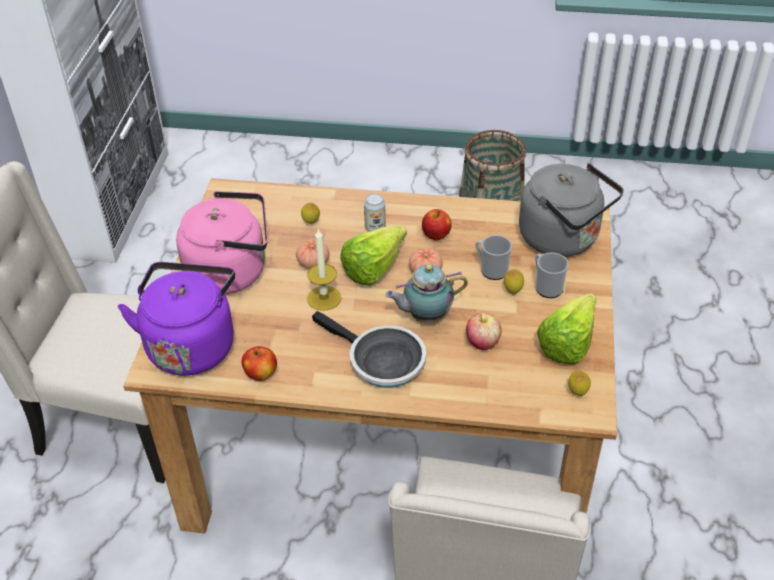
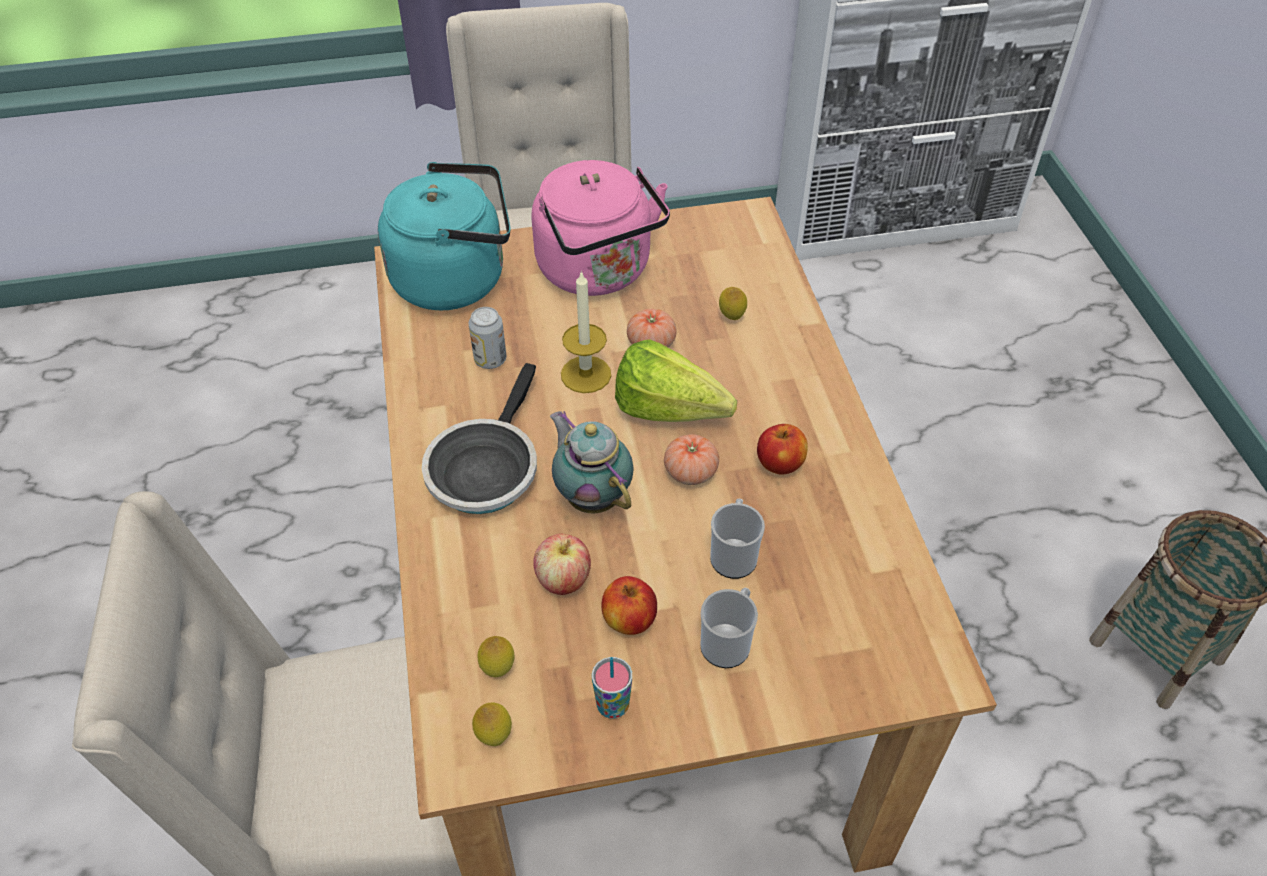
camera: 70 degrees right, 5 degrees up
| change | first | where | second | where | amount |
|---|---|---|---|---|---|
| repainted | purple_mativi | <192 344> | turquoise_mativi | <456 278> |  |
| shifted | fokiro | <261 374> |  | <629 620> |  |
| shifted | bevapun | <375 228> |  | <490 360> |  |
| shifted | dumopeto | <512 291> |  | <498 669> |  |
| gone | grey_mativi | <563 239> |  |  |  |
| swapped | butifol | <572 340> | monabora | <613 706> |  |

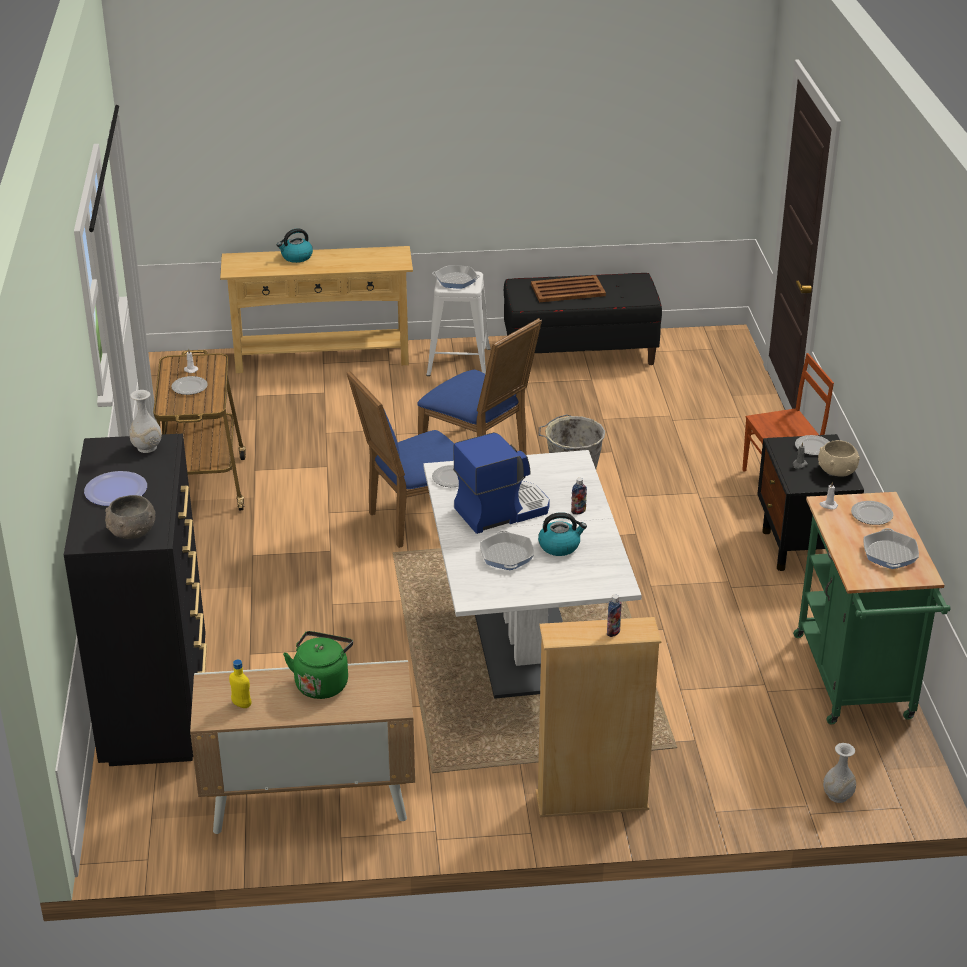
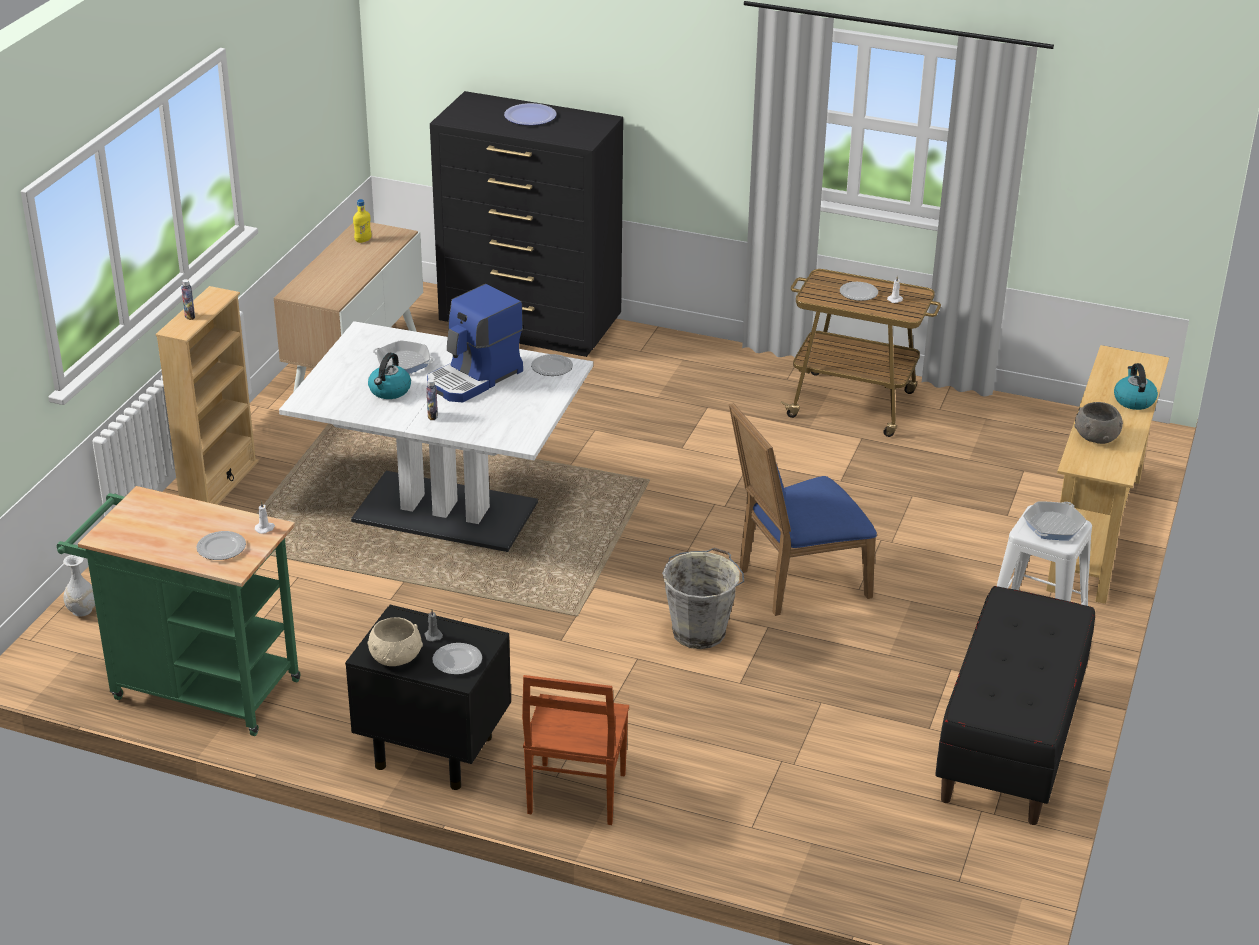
camera: 115 degrees right, 0 degrees up
| change | first | where | second | where | amount |
|---|---|---|---|---|---|
| shifted | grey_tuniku | <131 532> |  | <1096 437> |  |
| gone | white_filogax | <146 447> |  |  |  |
| gone | green_mativi | <322 683> |  |  |  |
| gone | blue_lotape | <416 520> |  |  |  |
| rotated | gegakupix | <501 510> |  | <475 378> | 45 degrees clockwise |
| gone | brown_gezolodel | <568 290> |  |  |  |
| gone | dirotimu | <889 554> |  |  |  |

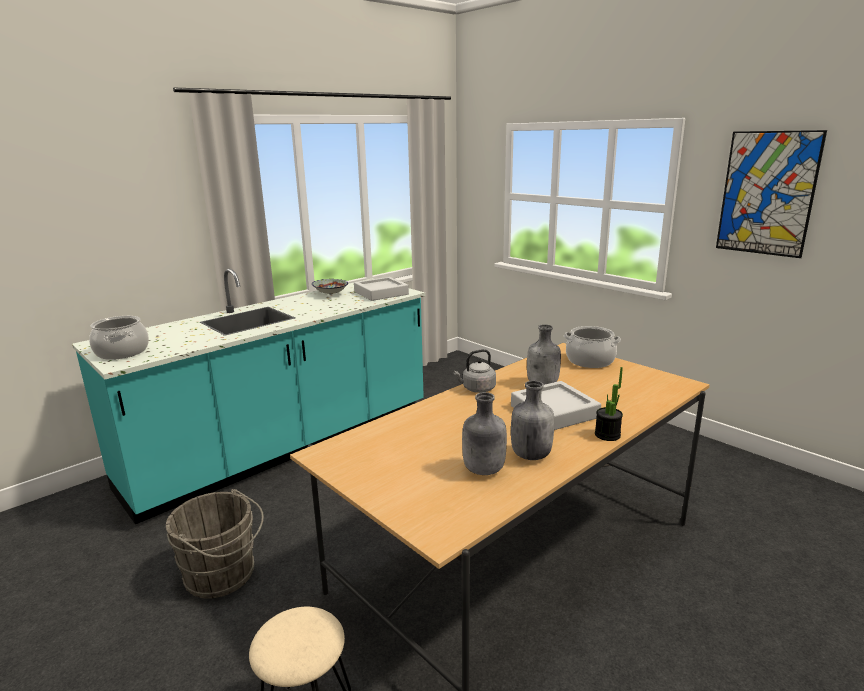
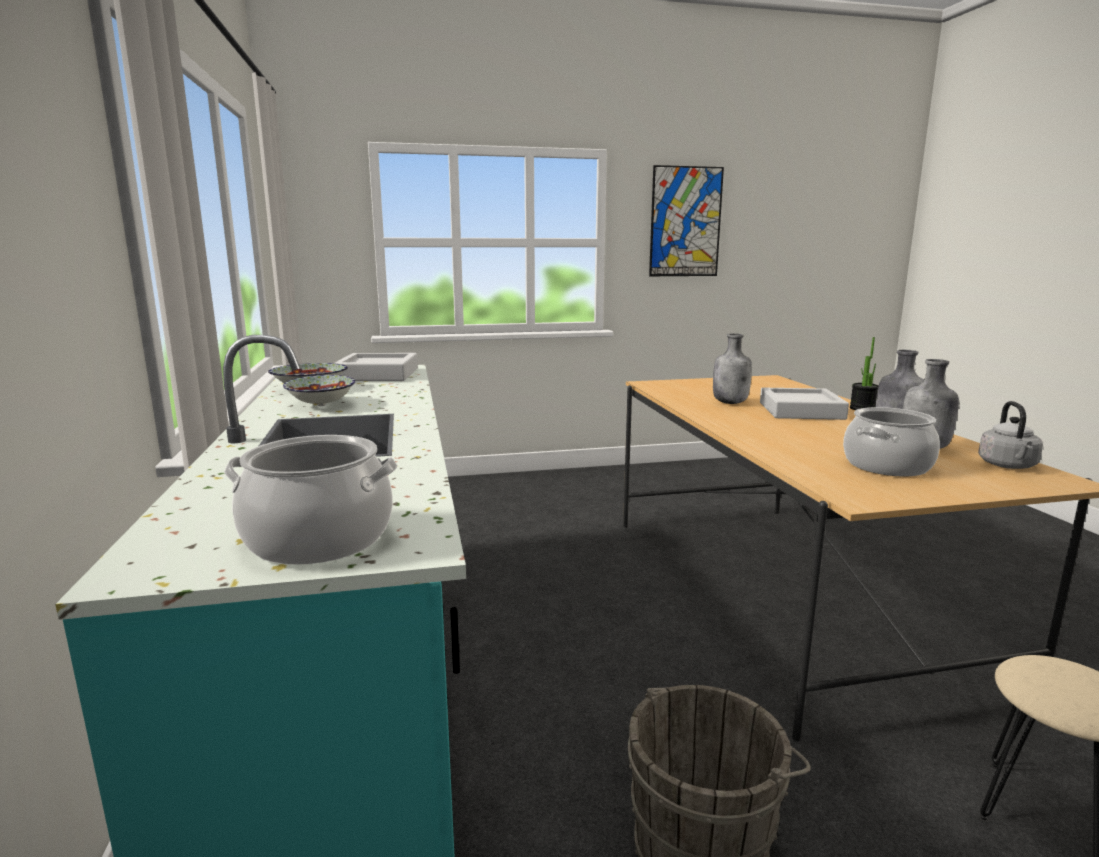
camera: 60 degrees left, 5 degrees down
| change | first | where | second | where | amount |
|---|---|---|---|---|---|
| shifted | grey_mativi | <477 389> |  | <1008 466> |  |
| shifted | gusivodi | <590 360> |  | <886 465> |  |
| new |  |  | tuniku | <322 405> |  |

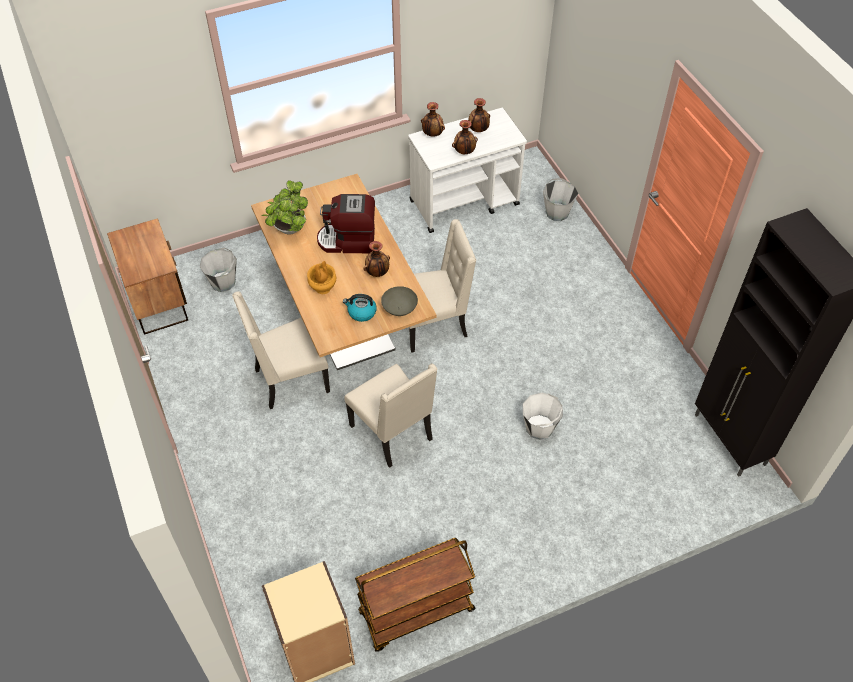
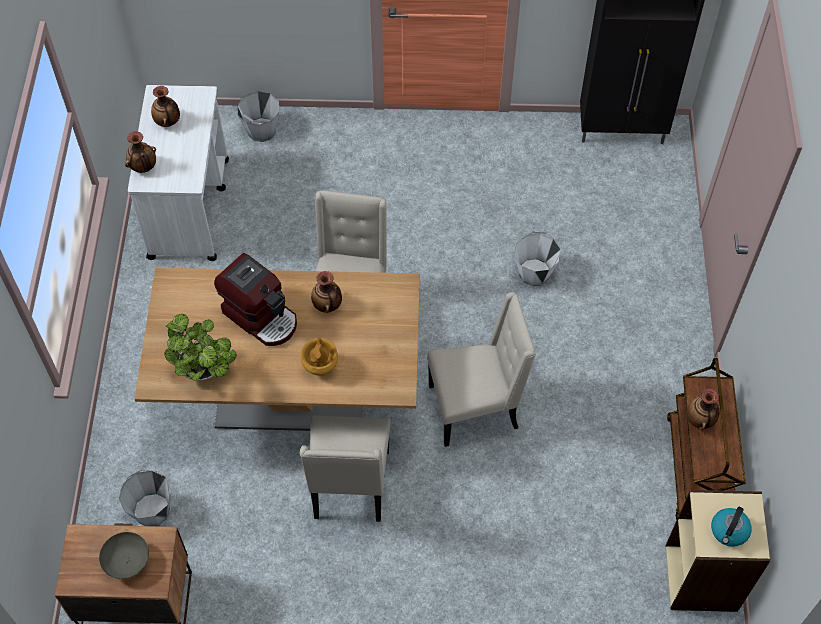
camera: 65 degrees left, 5 degrees up
| change | first | where | second | where | amount |
|---|---|---|---|---|---|
| rotated | gegakupix | <348 241> |  | <261 316> | 75 degrees counterclockwise |
| shifted | mativi | <361 312> |  | <729 531> |  |
| shifted | grey_tuniku | <400 309> |  | <127 561> |  |
| shifted | filogax | <464 152> |  | <700 420> |  |

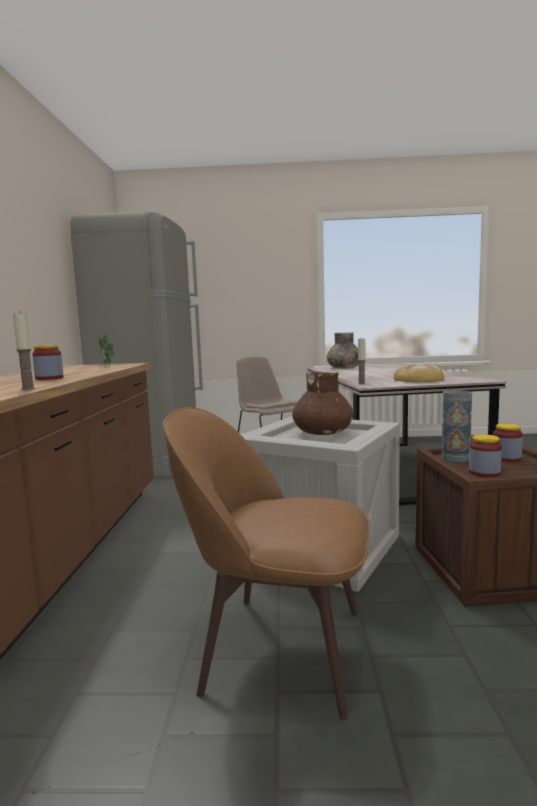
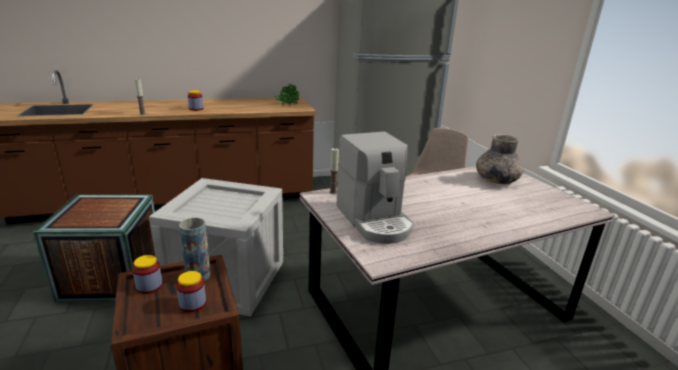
camera: 70 degrees right, 15 degrees up
| change | first | where | second | where | amount |
|---|---|---|---|---|---|
| swapped | brown_lotape | <277 648> | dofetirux | <112 276> |  |
| gone | brown_filogax | <323 433> |  |  |  |
| swapped | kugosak | <419 380> | gegakupix | <374 220> |  |

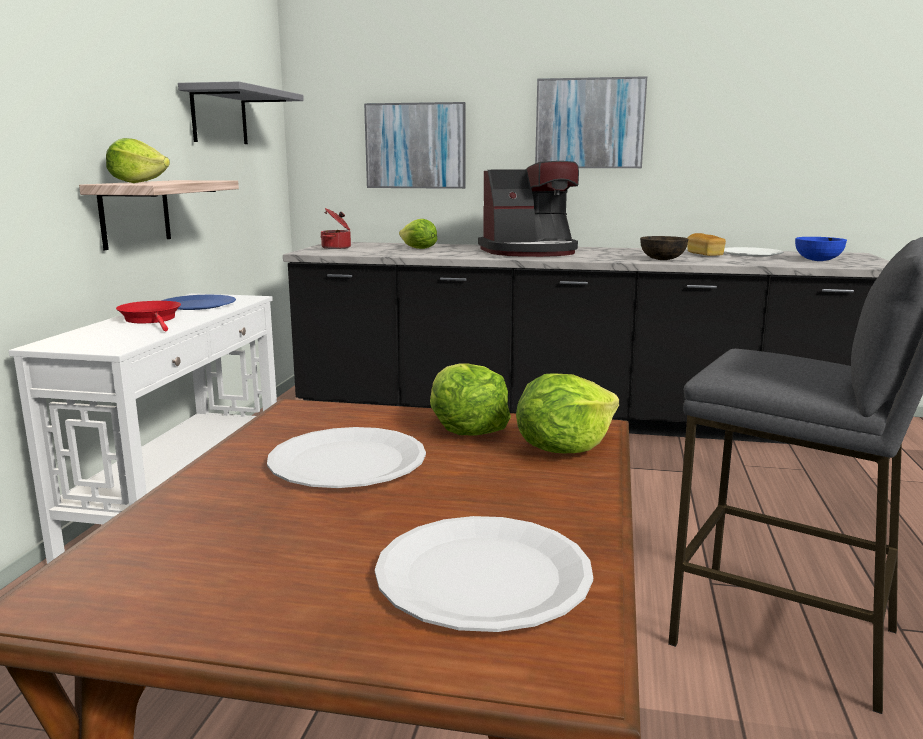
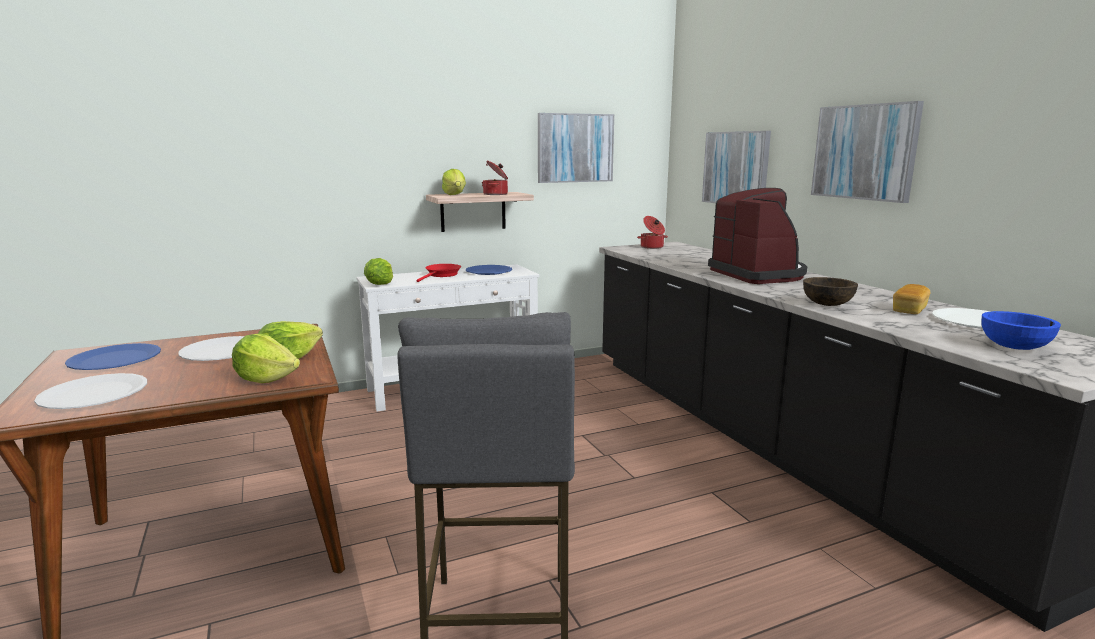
camera: 55 degrees right, 0 degrees up
| change | first | where | second | where | amount |
|---|---|---|---|---|---|
| swapped | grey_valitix | <219 116> | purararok | <575 148> |  |
| shifted | butifol | <418 249> |  | <380 284> |  |
| rotated | gegakupix | <530 252> |  | <758 274> | 150 degrees counterclockwise |
| new |  |  | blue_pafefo | <115 359> |  |
| new |  |  | gusivodi | <496 194> |  |

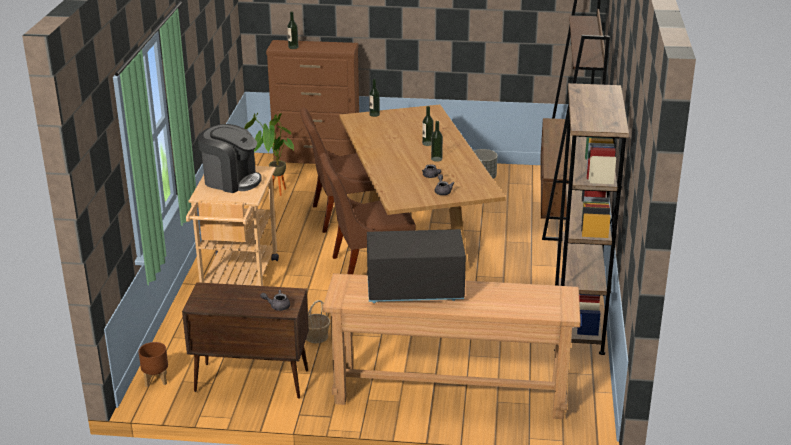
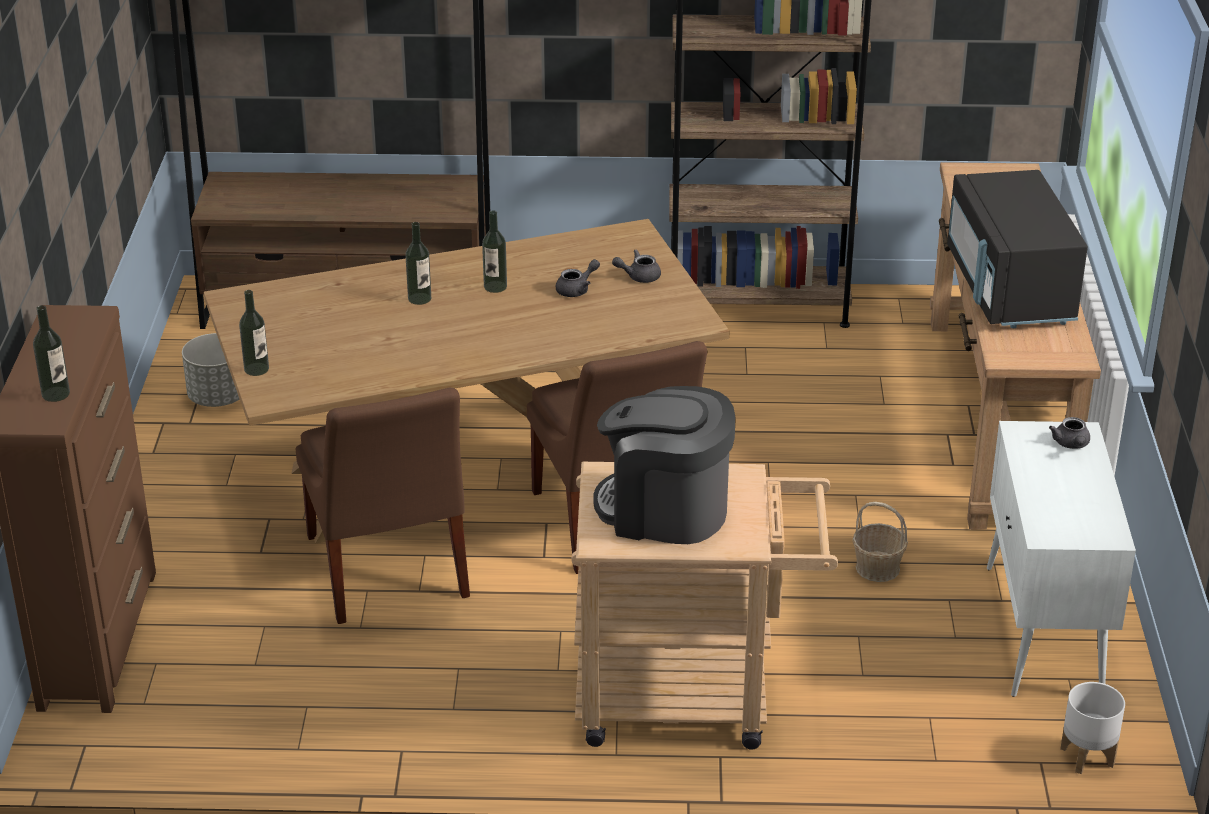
camera: 95 degrees left, 5 degrees up
| change | first | where | second | where | amount |
|---|---|---|---|---|---|
| repainted | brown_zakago | <155 380> | white_zakago | <1087 757> |  |
| repainted | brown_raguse | <250 381> | white_raguse | <1043 632> |  |
| rotated | gegakupix | <231 180> |  | <664 510> | 90 degrees counterclockwise |
| gone | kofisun | <275 193> |  |  |  |

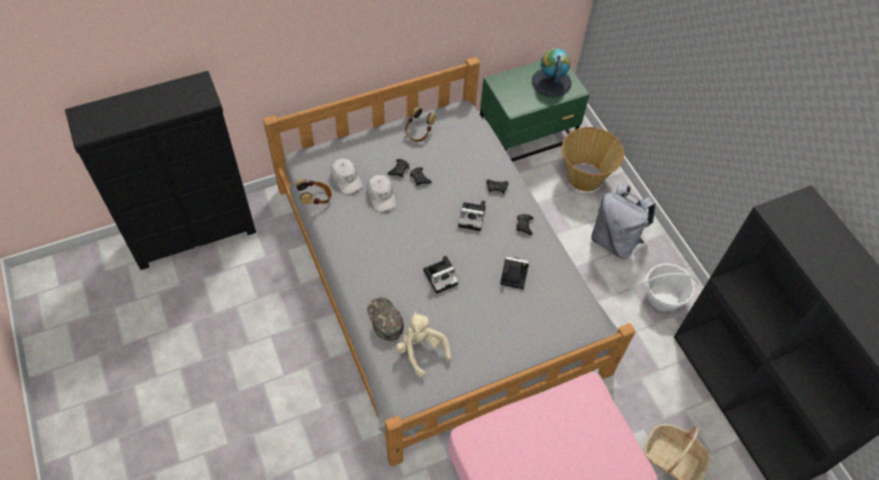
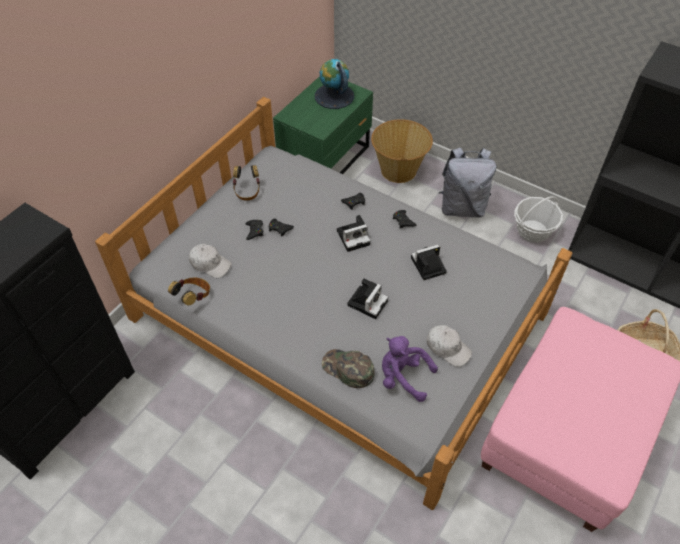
camera: 30 degrees left, 5 degrees down
| change | first | where | second | where | amount |
|---|---|---|---|---|---|
| shifted | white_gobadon | <381 196> |  | <448 348> |  |
| repainted | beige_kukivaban | <421 350> | purple_kukivaban | <403 377> |  |

